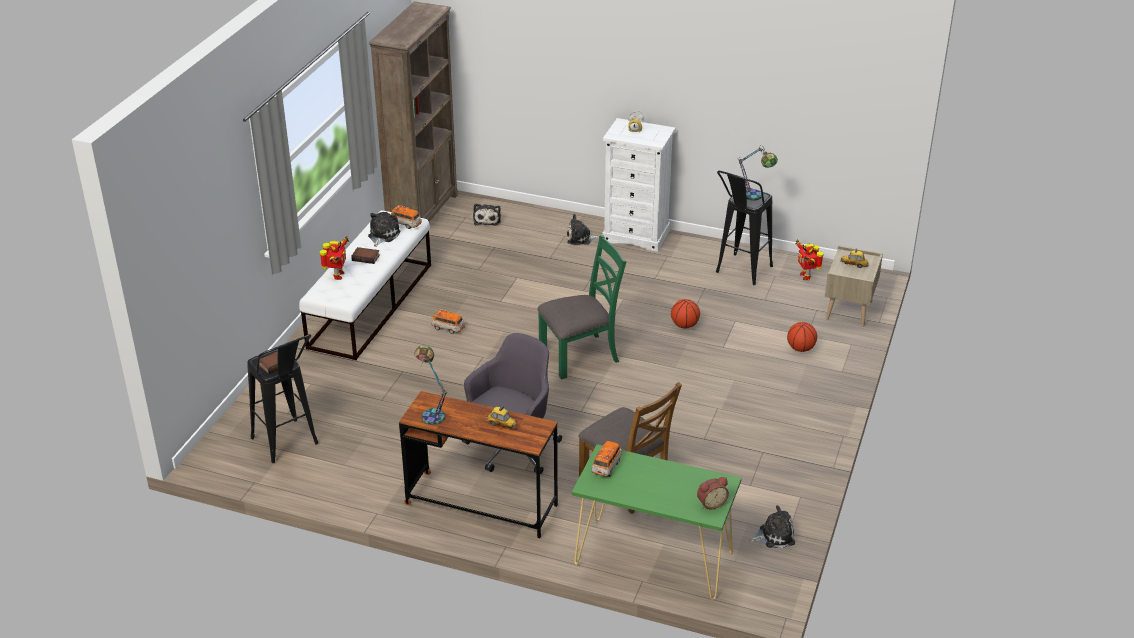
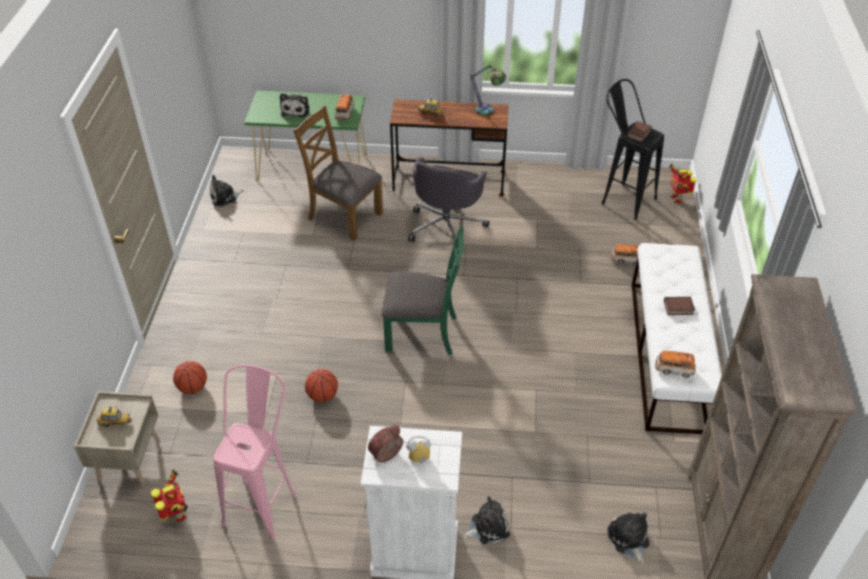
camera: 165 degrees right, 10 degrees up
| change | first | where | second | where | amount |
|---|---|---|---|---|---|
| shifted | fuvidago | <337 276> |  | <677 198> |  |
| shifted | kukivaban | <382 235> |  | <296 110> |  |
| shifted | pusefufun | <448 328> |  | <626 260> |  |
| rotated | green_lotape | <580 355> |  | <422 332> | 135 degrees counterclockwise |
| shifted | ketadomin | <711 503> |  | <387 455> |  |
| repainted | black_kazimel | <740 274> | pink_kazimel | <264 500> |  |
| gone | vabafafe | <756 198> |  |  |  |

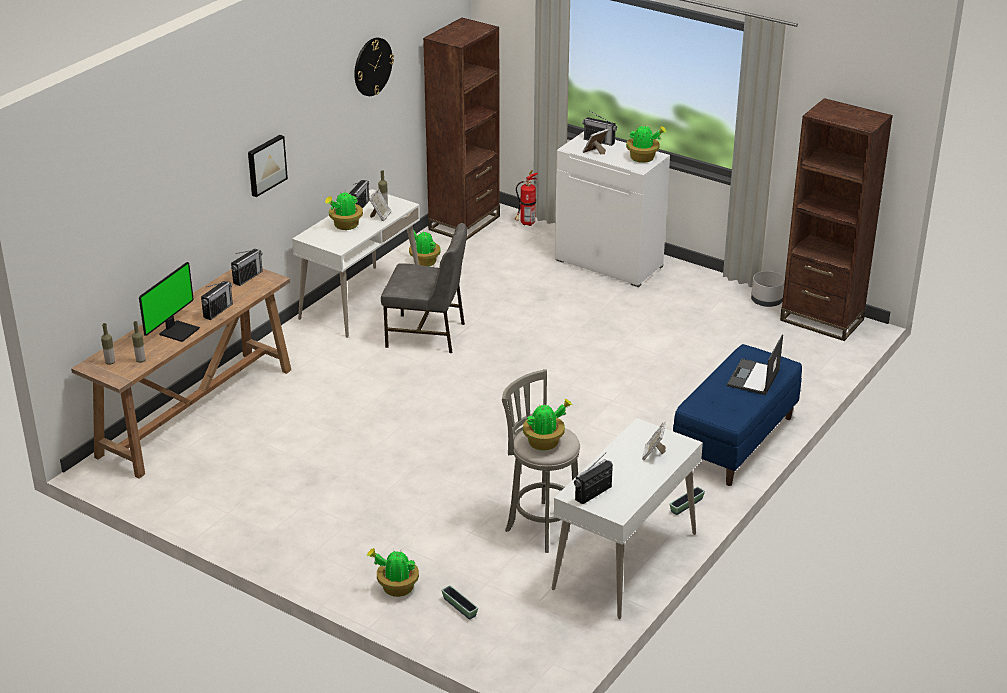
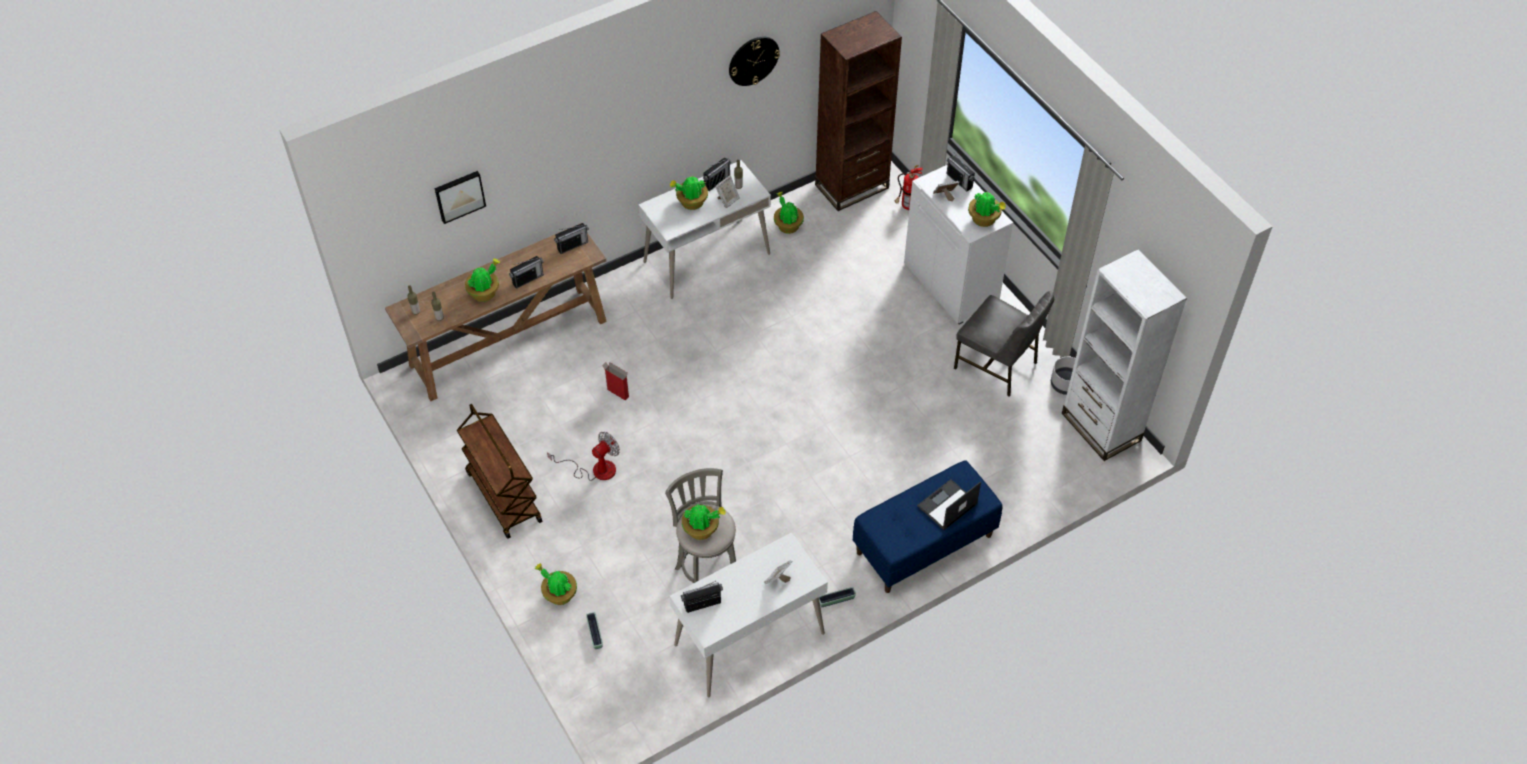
camera: 25 degrees right, 20 degrees up
| change | first | where | second | where | amount |
|---|---|---|---|---|---|
| swapped | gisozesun | <178 331> | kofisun | <485 293> |  |
| shifted | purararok | <265 165> |  | <459 195> |  |
| shifted | grey_lotape | <427 335> |  | <997 365> |  |
| repainted | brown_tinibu | <821 320> | white_tinibu | <1101 427> |  |
| new |  |  | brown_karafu | <503 496> |  |
| new |  |  | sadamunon | <595 469> |  |
| new |  |  | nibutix | <617 393> |  |

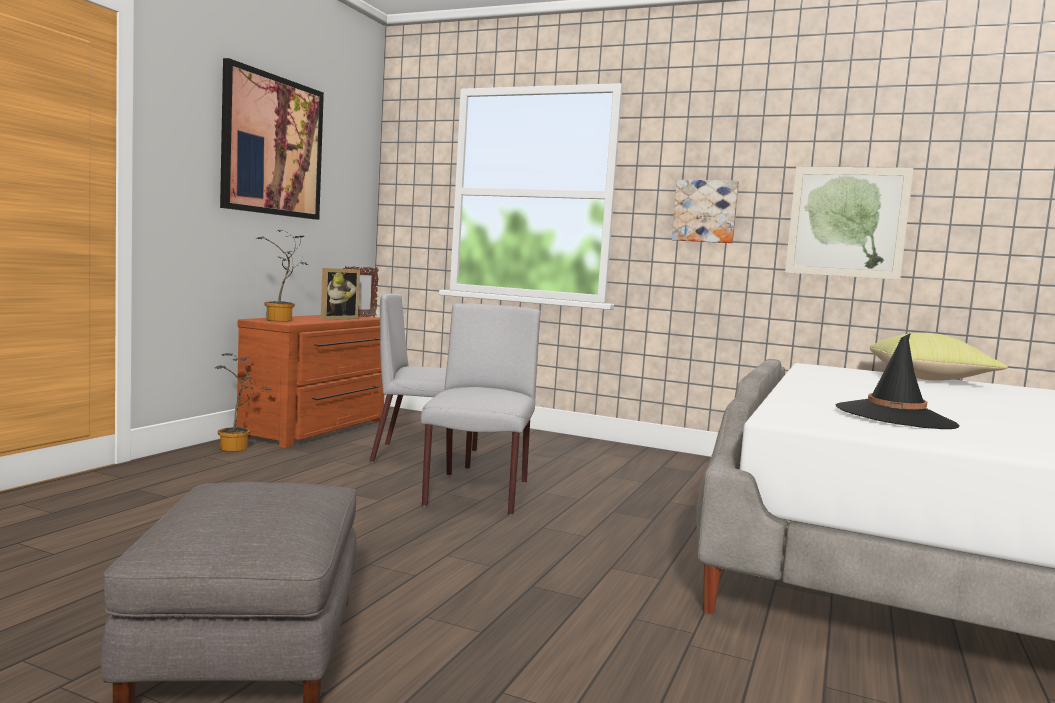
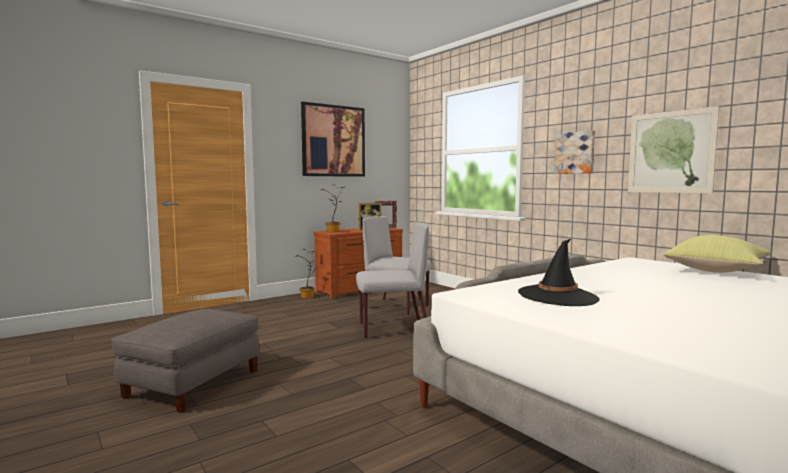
camera: 30 degrees right, 0 degrees up
| change | first | where | second | where | amount |
|---|---|---|---|---|---|
| rotated | grey_lotape | <477 494> |  | <392 329> | 45 degrees clockwise |

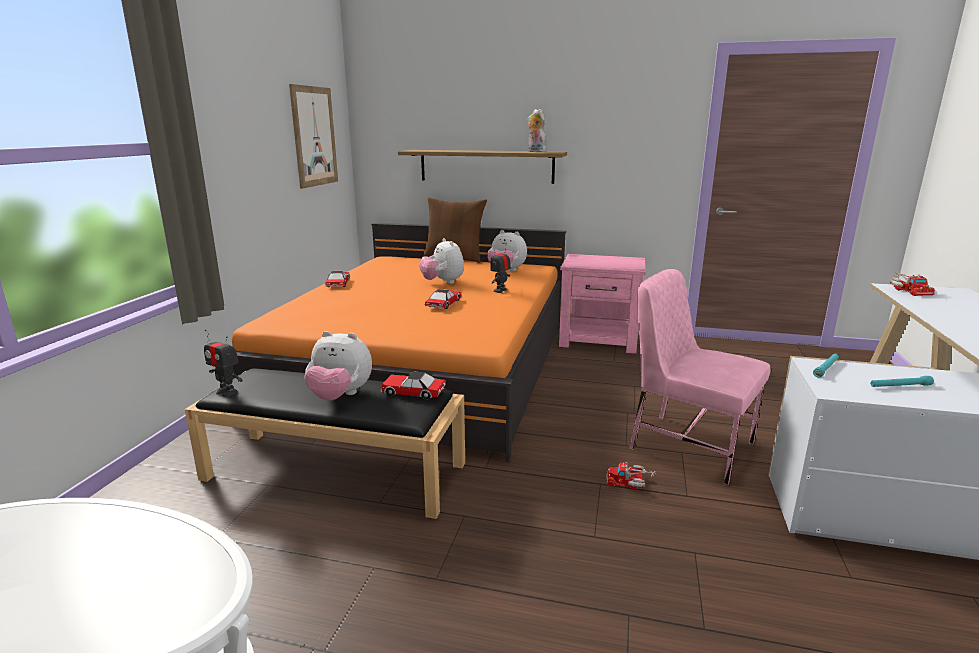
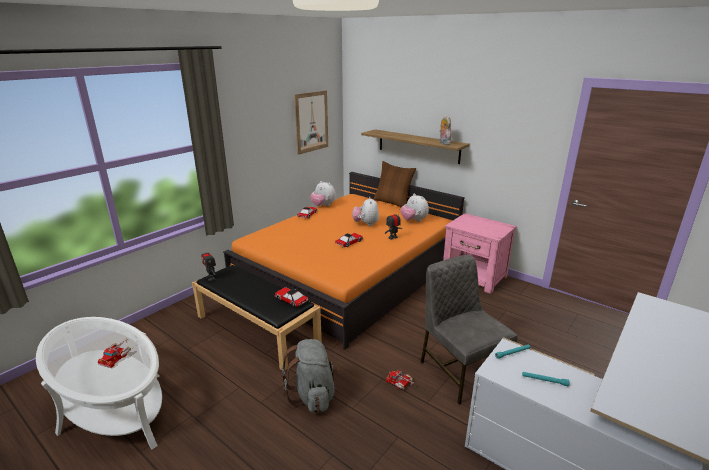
camera: 25 degrees right, 5 degrees up
| change | first | where | second | where | amount |
|---|---|---|---|---|---|
| shifted | kukivaban | <340 396> |  | <323 206> |  |
| repainted | pink_lotape | <688 445> | grey_lotape | <460 371> |  |
| shifted | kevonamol | <908 290> |  | <117 356> |  |
| new |  |  | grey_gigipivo | <313 395> |  |

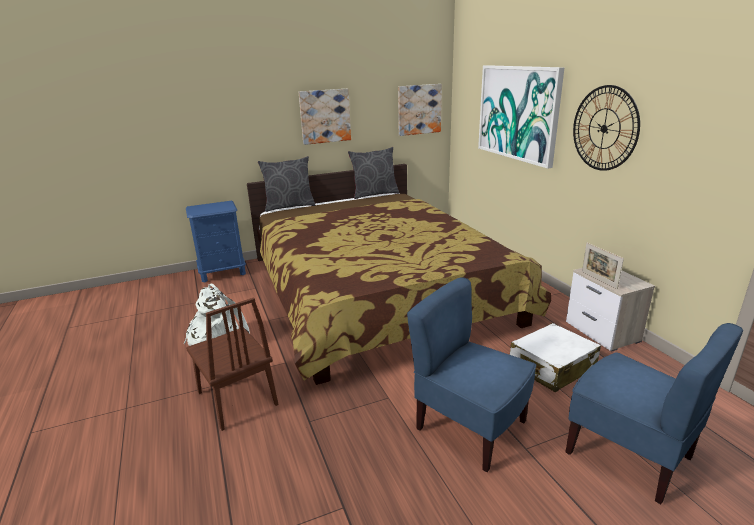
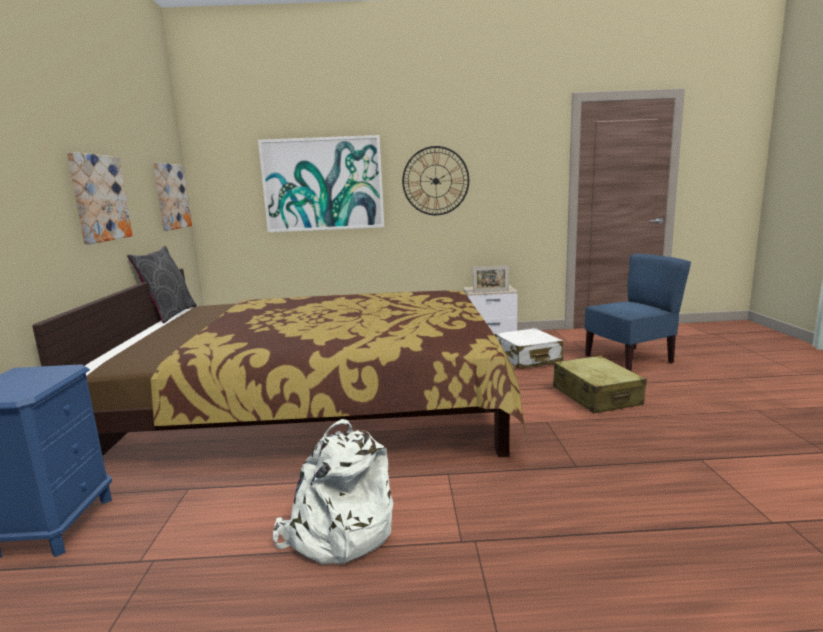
camera: 70 degrees left, 10 degrees down
| change | first | where | second | where | amount |
|---|---|---|---|---|---|
| gone | brown_lotape | <237 398> |  |  |  |
| gone | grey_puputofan | <289 206> |  |  |  |
| swapped | blue_lotape | <469 427> | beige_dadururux | <596 396> |  |

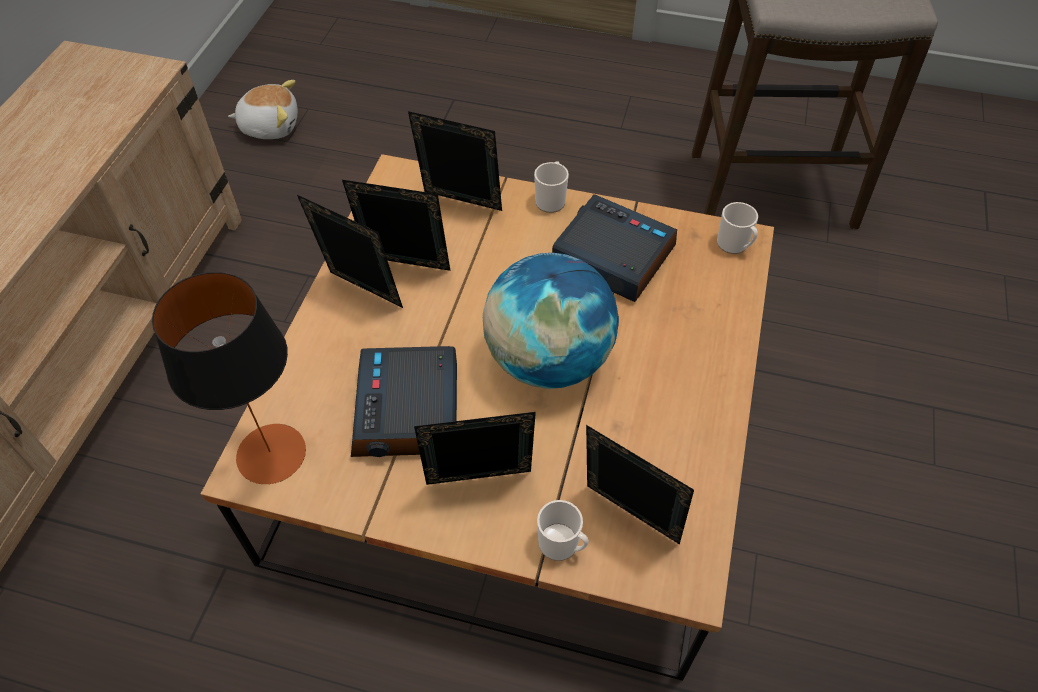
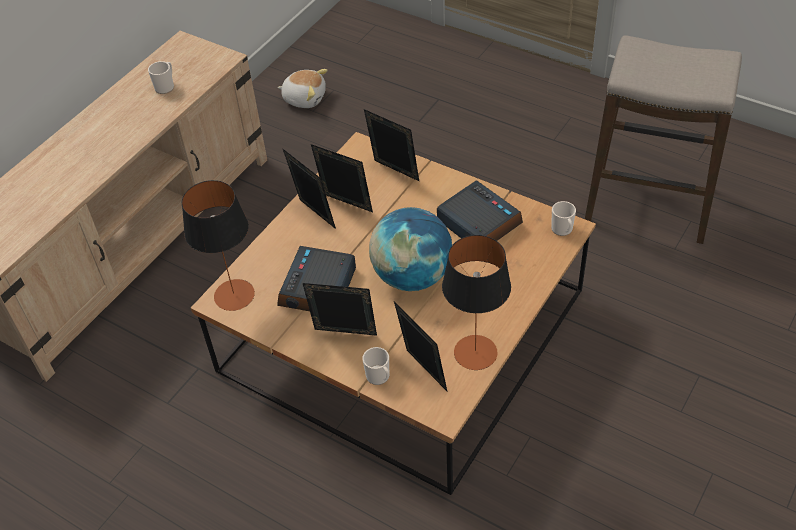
camera: 20 degrees right, 5 degrees down
| change | first | where | second | where | amount |
|---|---|---|---|---|---|
| shifted | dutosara | <551 199> |  | <166 86> |  |
| new |  |  | vabafafe | <475 352> |  |

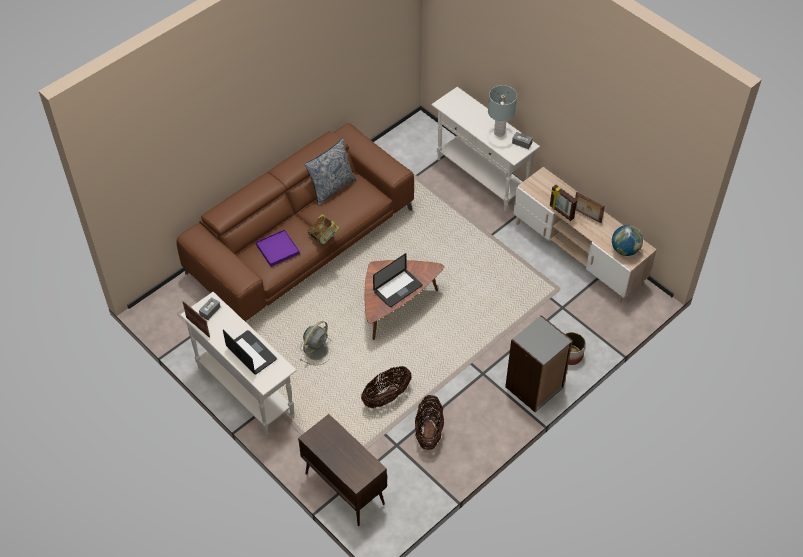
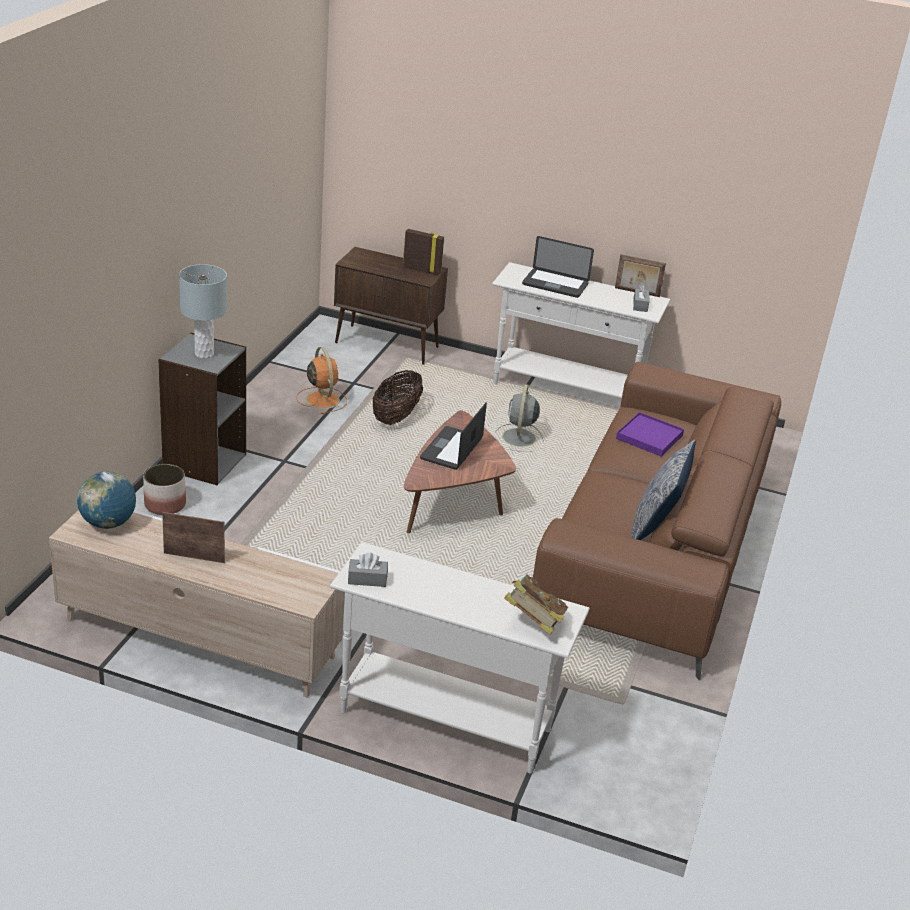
camera: 150 degrees right, 20 degrees down
| change | first | where | second | where | amount |
|---|---|---|---|---|---|
| shifted | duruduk | <324 237> |  | <533 622> |  |
| swapped | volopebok | <429 432> | orange_sadamunon | <322 399> |  |
| shifted | grey_vabafafe | <499 132> |  | <204 354> |  |
| shifted | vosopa | <561 212> |  | <422 270> |  |

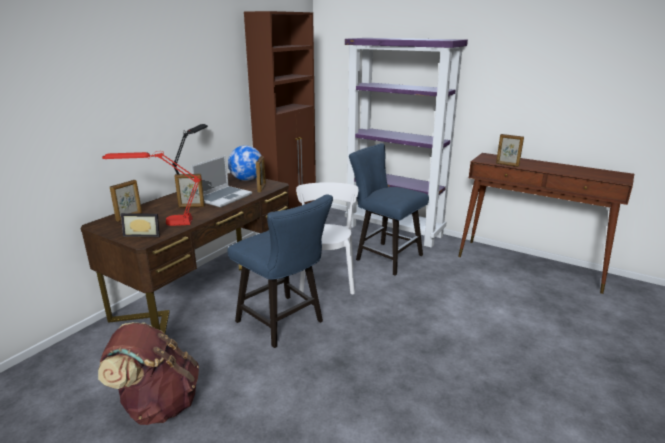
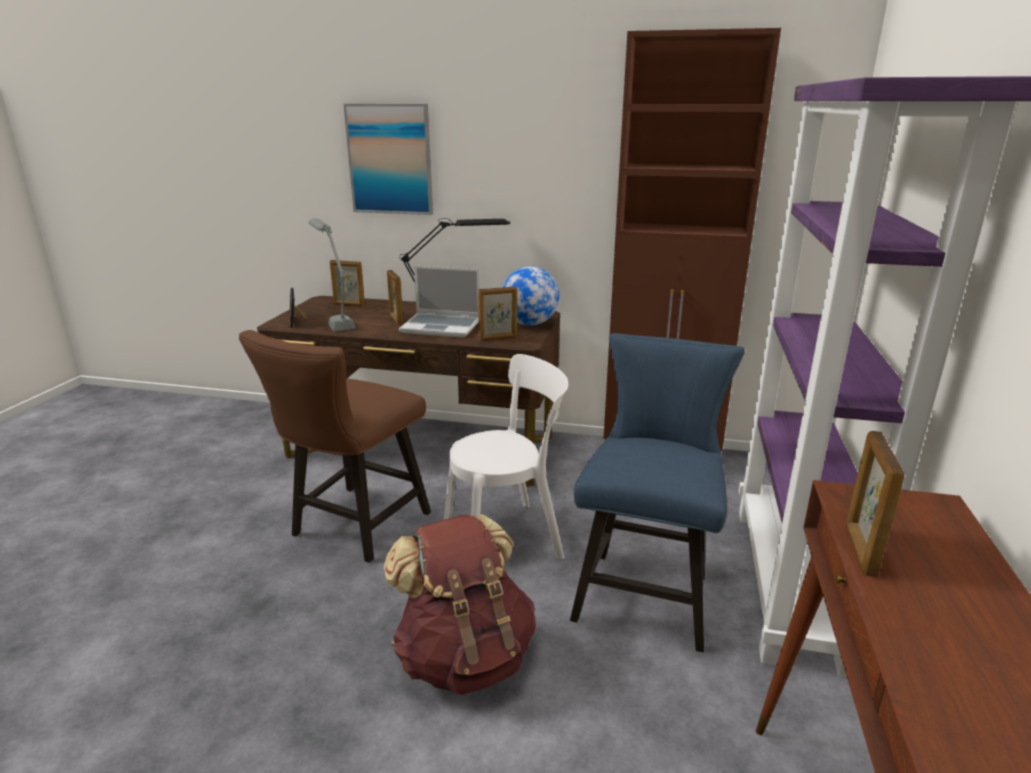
camera: 70 degrees right, 0 degrees up
| change | first | where | second | where | amount |
|---|---|---|---|---|---|
| shifted | brown_gigipivo | <158 404> |  | <465 656> |  |
| repainted | red_vabafafe | <161 223> | grey_vabafafe | <335 319> |  |
| repainted | blue_lotape | <284 323> | brown_lotape | <354 528> |  |
| new |  |  | purararok | <390 159> |  |

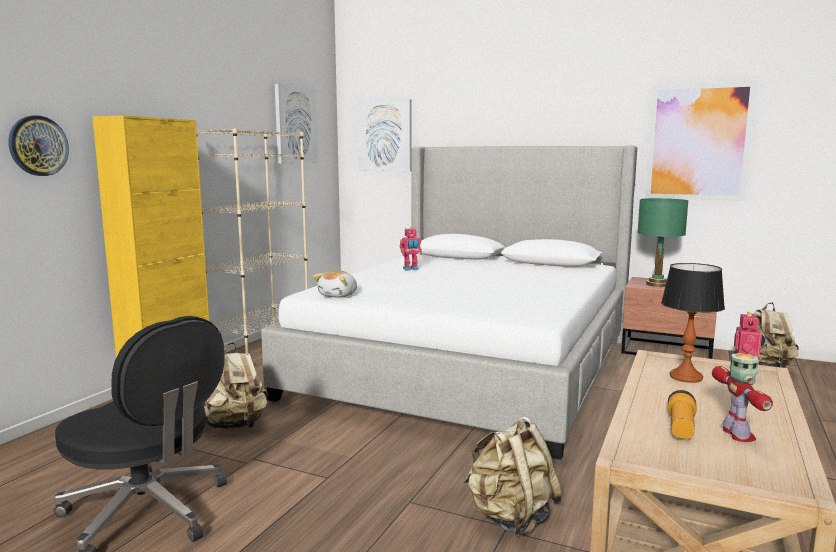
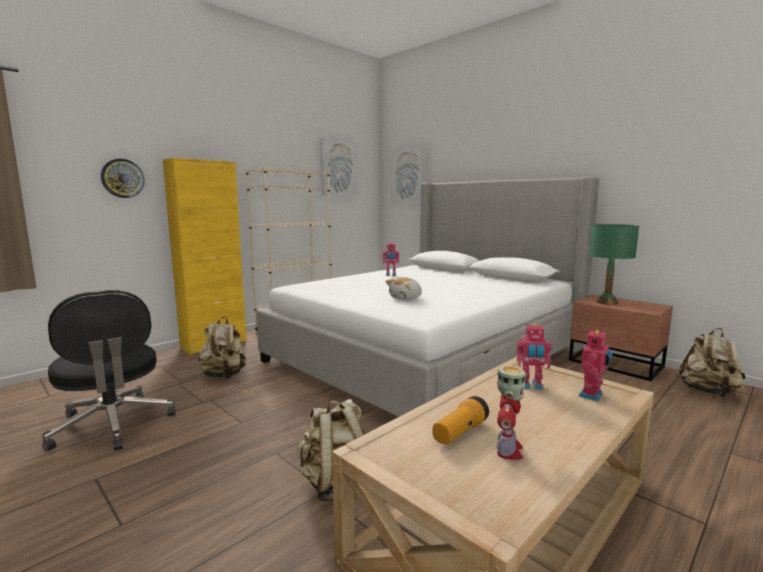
camera: 20 degrees right, 0 degrees up
| change | first | where | second | where | amount |
|---|---|---|---|---|---|
| shifted | kukivaban | <339 295> |  | <406 298> |  |
| gone | purararok | <698 142> |  |  |  |
| swapped | vabafafe | <686 377> | fuvidago | <531 386> |  |

